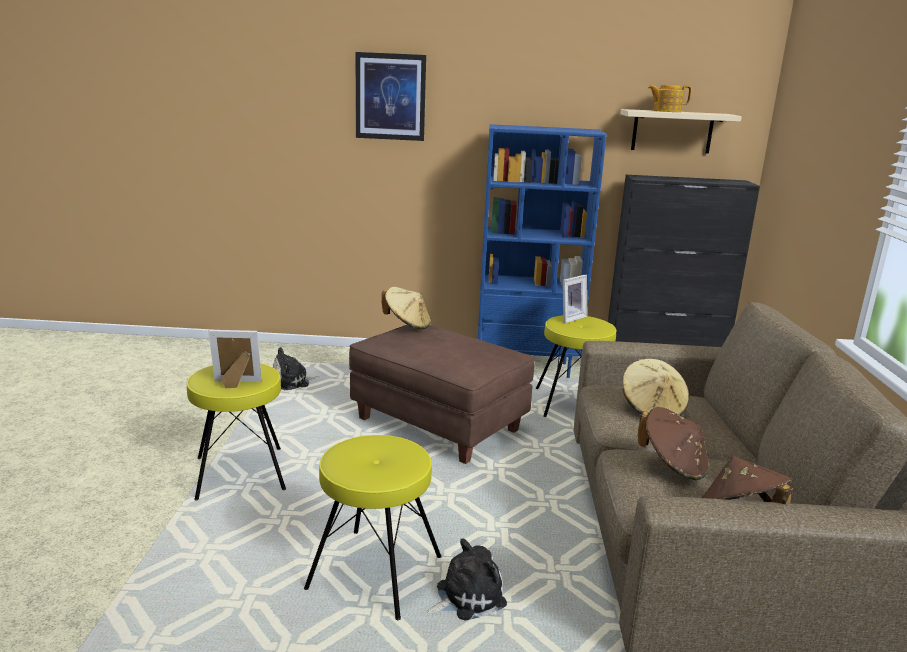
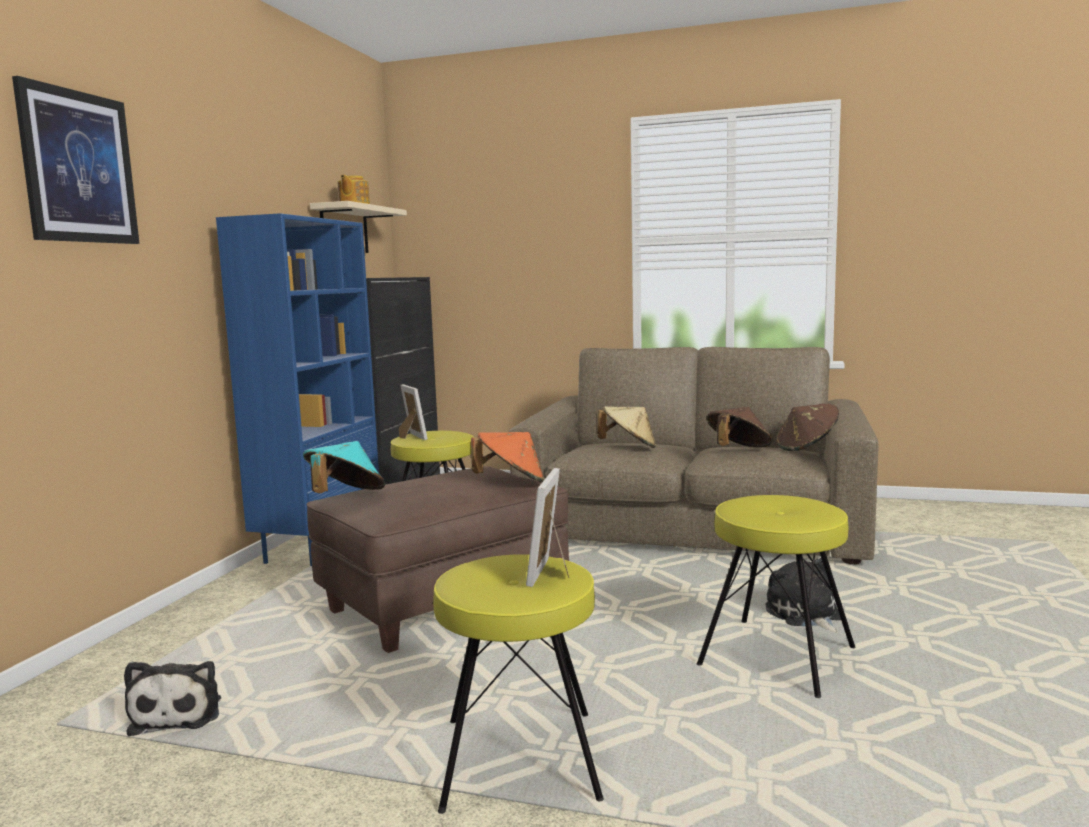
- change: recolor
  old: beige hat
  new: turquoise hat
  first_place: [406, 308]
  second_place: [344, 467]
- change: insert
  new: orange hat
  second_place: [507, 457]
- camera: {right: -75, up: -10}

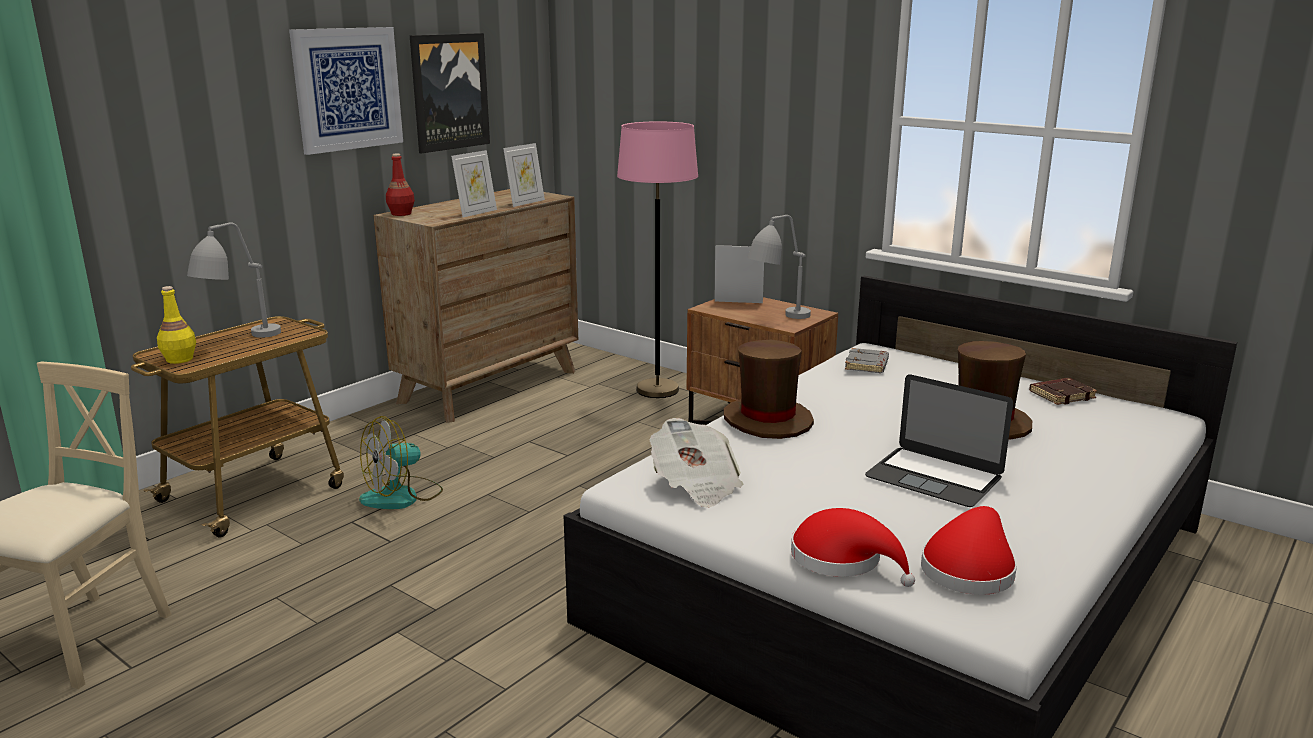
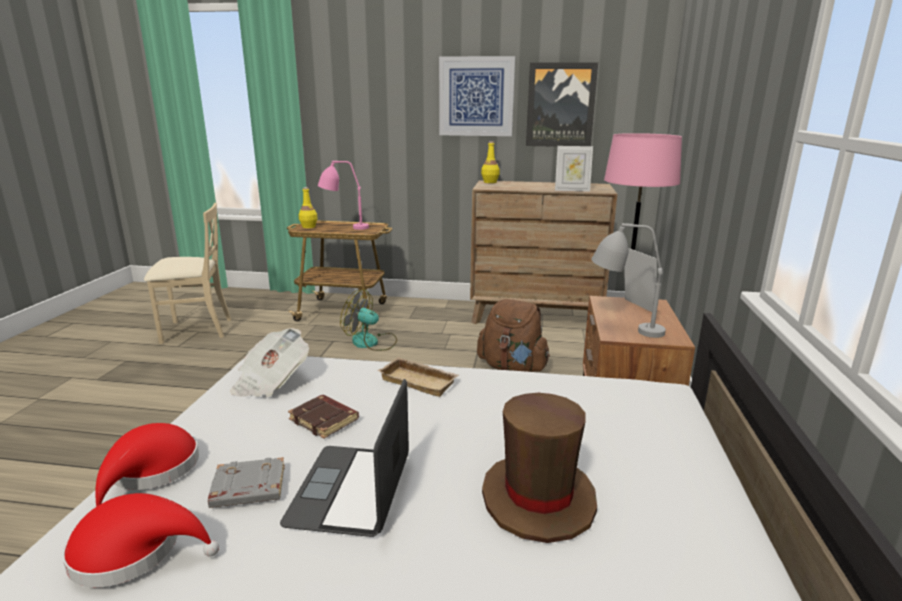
- change: recolor
  old: grey table lamp
  new: pink table lamp
  first_place: [234, 280]
  second_place: [343, 195]
- change: recolor
  old: red bottle
  new: yellow bottle
  first_place: [400, 185]
  second_place: [490, 162]
- change: delete
  old: picture frame
  first_place: [474, 183]
- change: replace
  old: brown hat
  new: beige tray
  first_place: [769, 389]
  second_place: [418, 377]
- change: move
  old: grey book
  first_place: [867, 360]
  second_place: [246, 482]
- change: move
  old: brown book
  first_place: [1063, 391]
  second_place: [323, 416]
- change: insert
  new: brown backpack
  second_place: [513, 335]
- camera: {right: 60, up: 0}

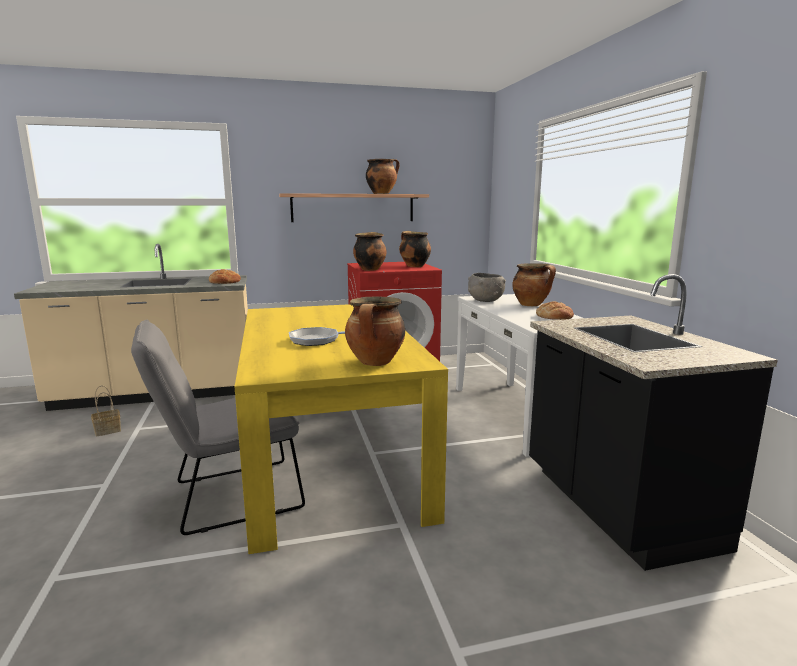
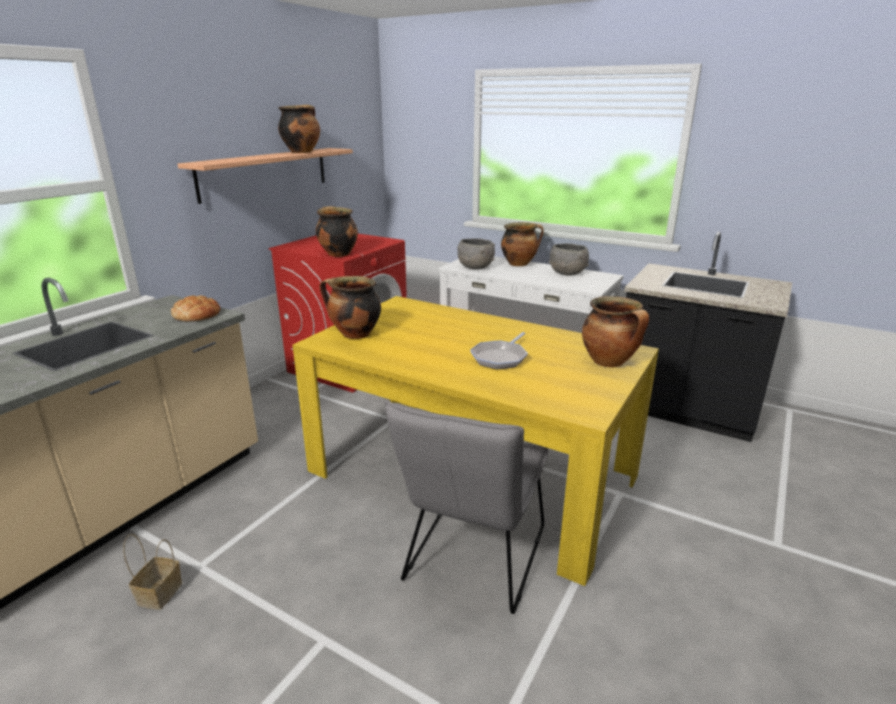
- change: move
  old: cooking pot
  first_place: [415, 249]
  second_place: [350, 307]
- change: replace
  old: bread
  new: grey bowl
  first_place: [555, 310]
  second_place: [569, 259]
- camera: {right: -45, up: 10}

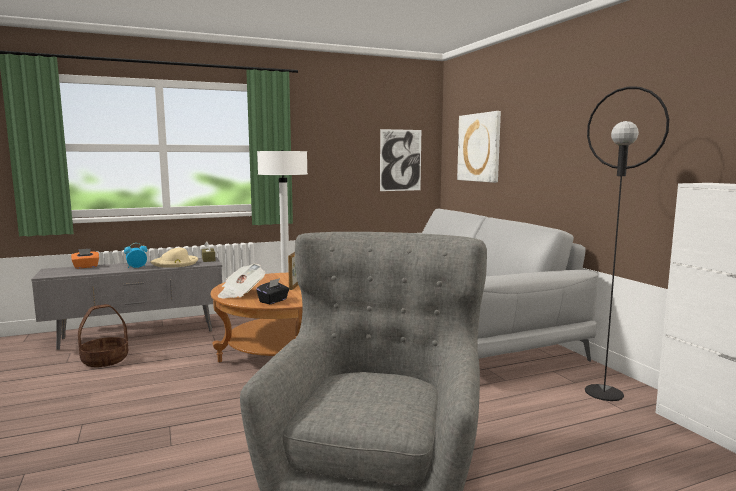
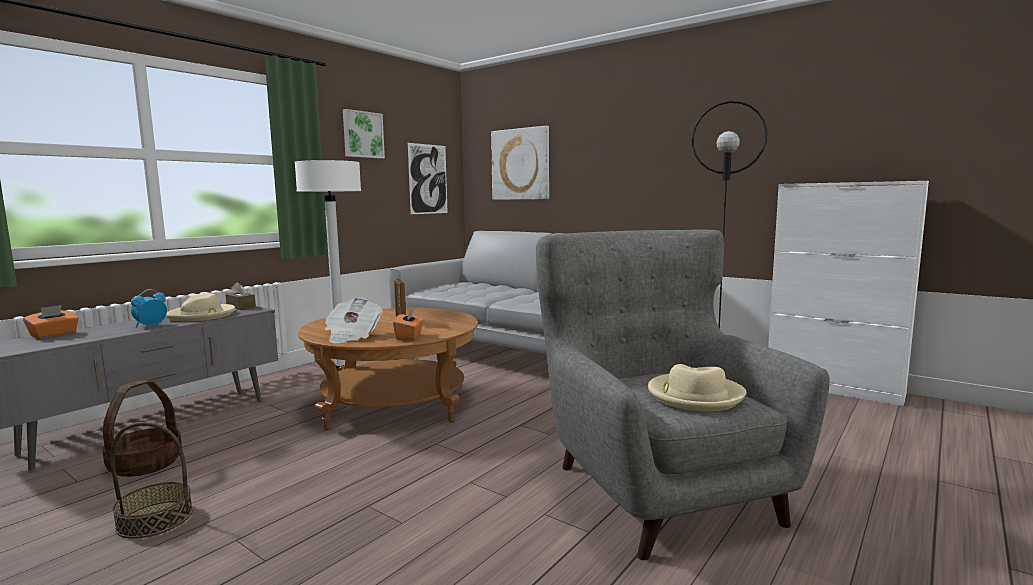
- change: recolor
  old: black tissue box
  new: orange tissue box
  first_place: [272, 291]
  second_place: [408, 324]
- change: insert
  new: basket
  second_place: [151, 480]
- change: insert
  new: picture
  second_place: [364, 134]
- change: insert
  new: beige hat
  second_place: [697, 387]
- camera: {right: -30, up: 0}

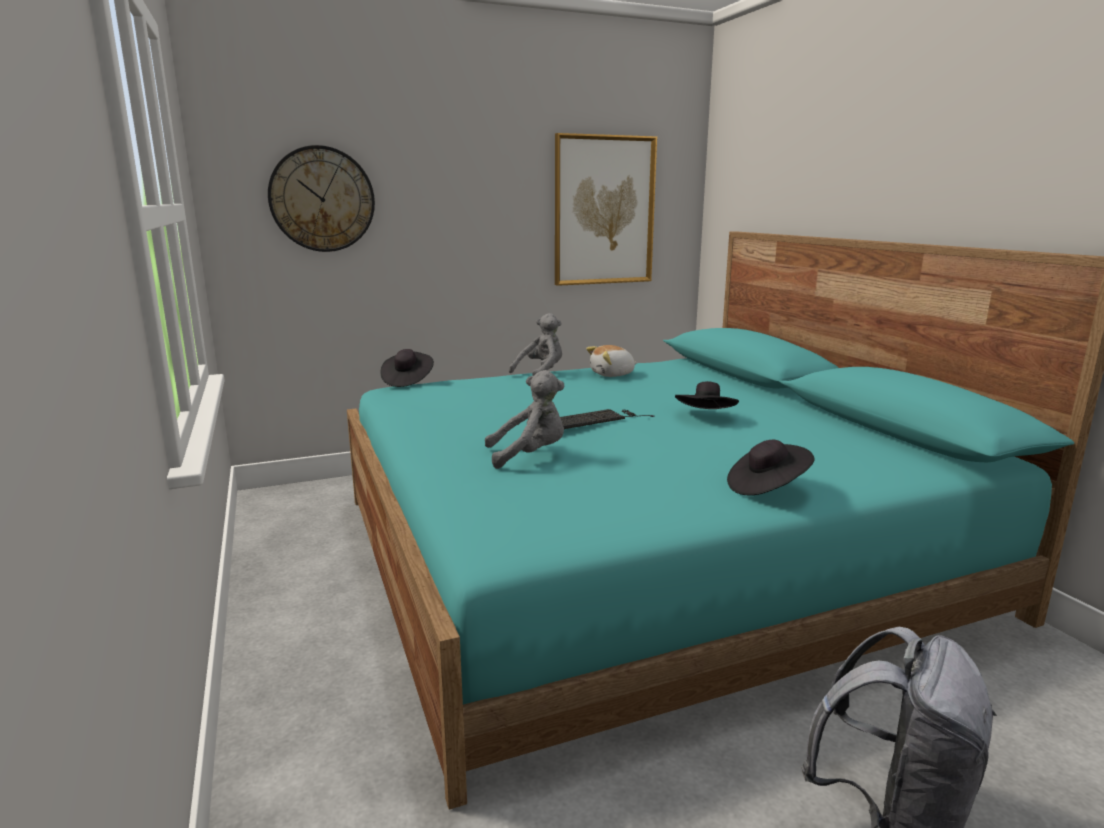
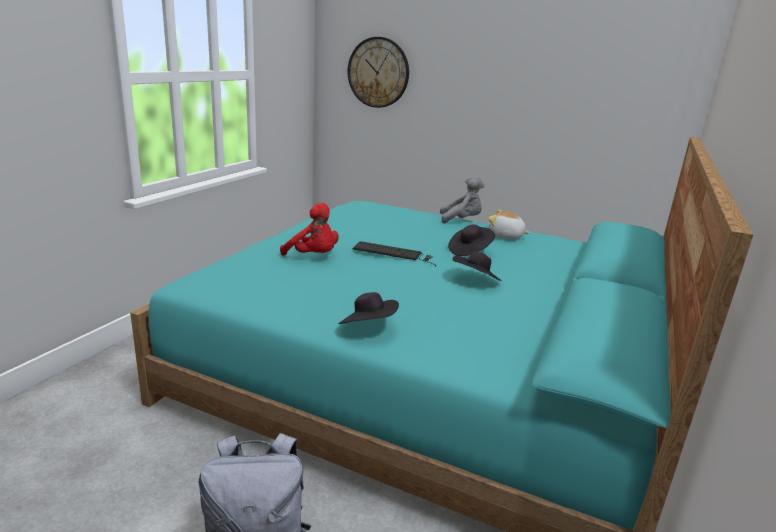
- change: move
  old: black hat
  first_place: [407, 368]
  second_place: [471, 240]
- change: recolor
  old: grey plush toy
  new: red plush toy
  first_place: [524, 419]
  second_place: [309, 229]
- change: delete
  old: picture
  first_place: [606, 209]
- camera: {right: 45, up: 5}

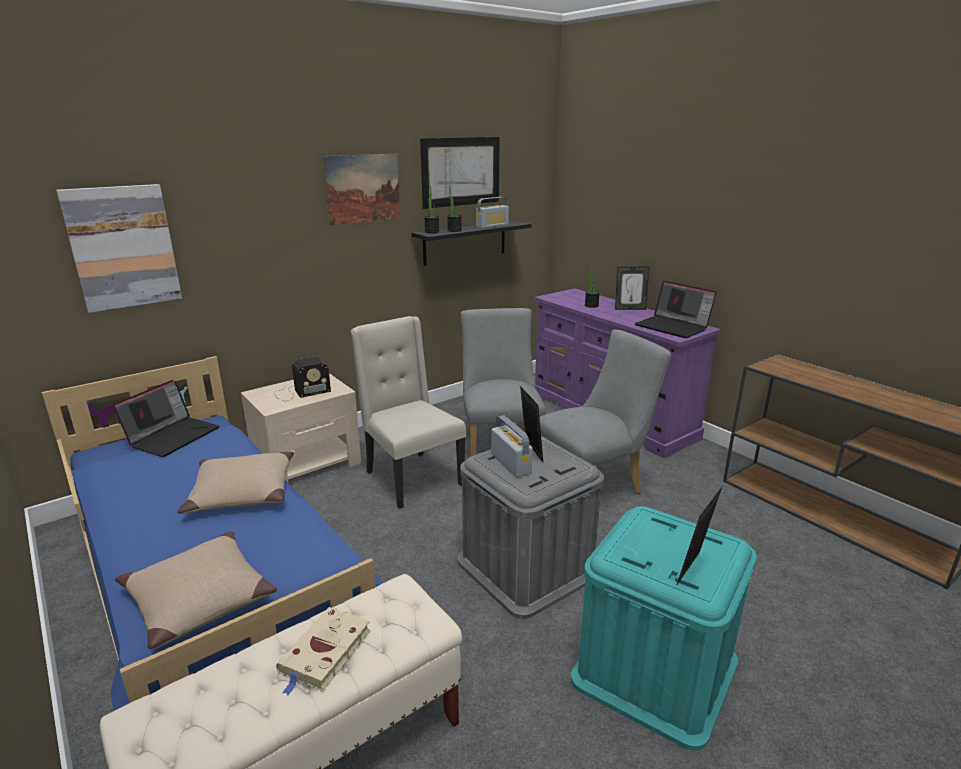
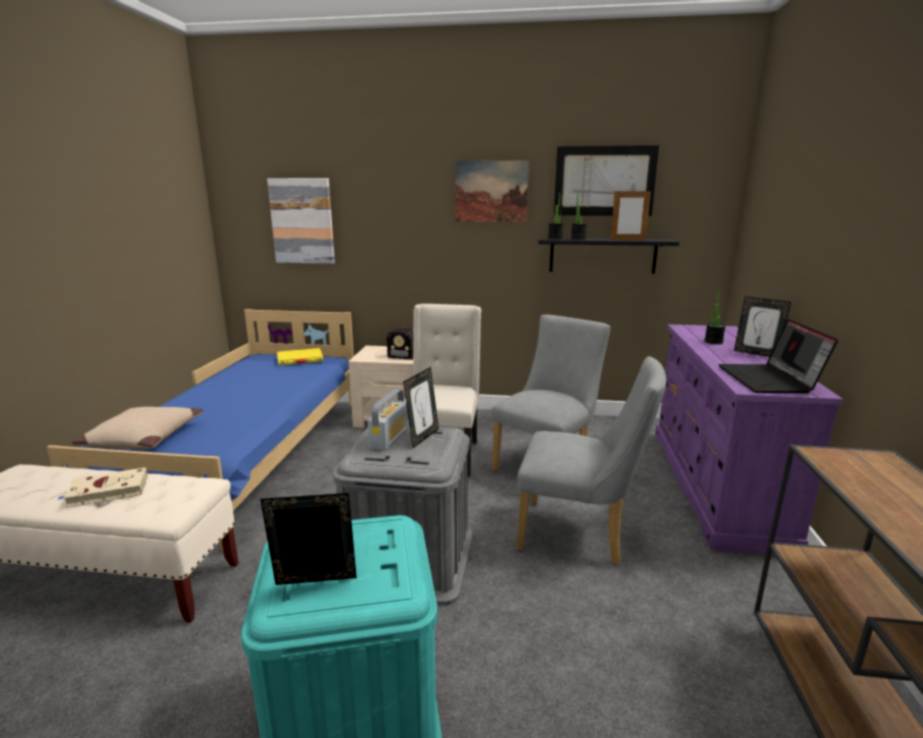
- change: replace
  old: laptop
  new: yellow book
  first_place: [166, 418]
  second_place: [300, 356]
- change: delete
  old: beige pillow
  first_place: [235, 483]
- change: replace
  old: radio
  new: picture frame
  first_place: [492, 213]
  second_place: [631, 215]
- camera: {right: 45, up: -5}

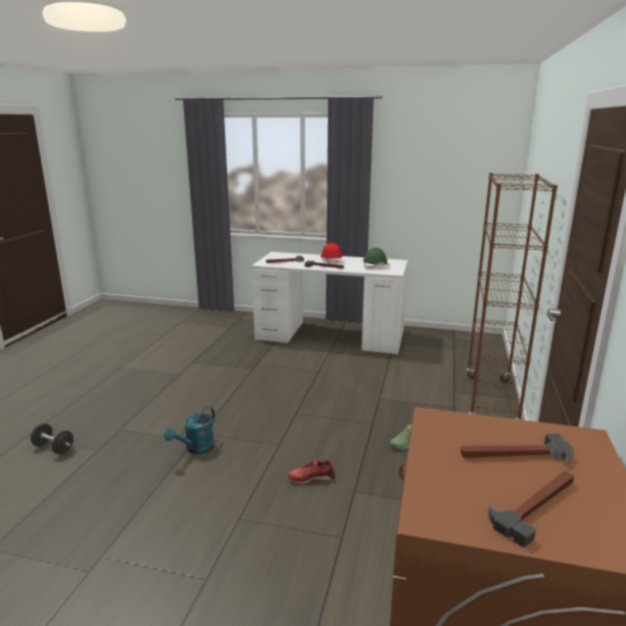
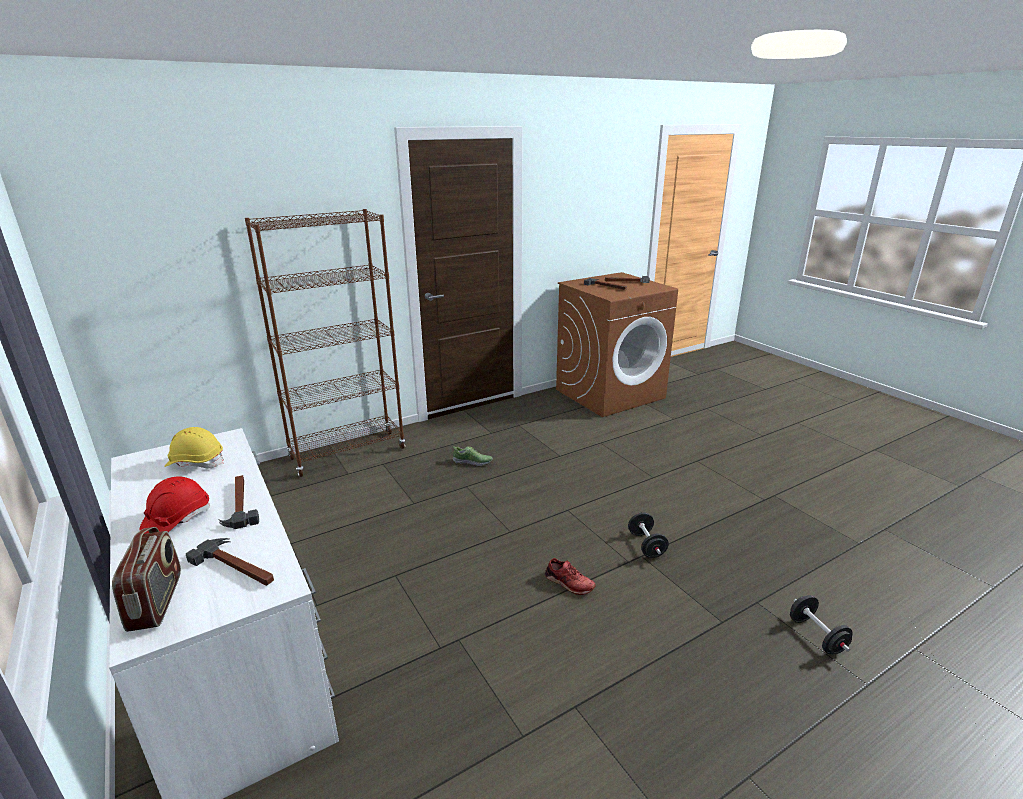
- change: replace
  old: turquoise watering can
  new: black dumbbell
  first_place: [189, 430]
  second_place: [648, 535]
- change: move
  old: red shoe
  first_place: [311, 472]
  second_place: [570, 576]
- change: recolor
  old: green hard hat
  new: yellow hard hat
  first_place: [376, 258]
  second_place: [194, 447]
- change: insert
  new: radio
  second_place: [146, 579]
- camera: {right: -135, up: 5}

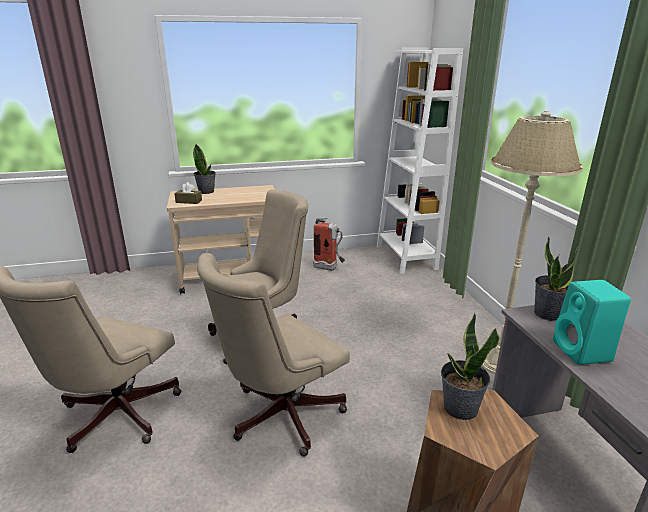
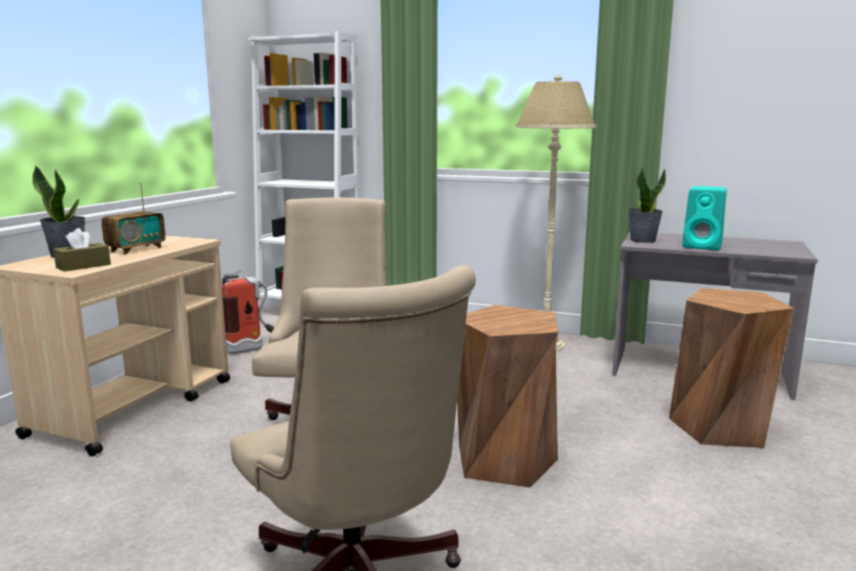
- change: replace
  old: beige office chair
  new: brown stool
  first_place: [273, 355]
  second_place: [507, 396]
- change: delete
  old: potted plant
  first_place: [470, 366]
- change: insert
  new: radio
  second_place: [133, 219]
- camera: {right: -55, up: -10}

